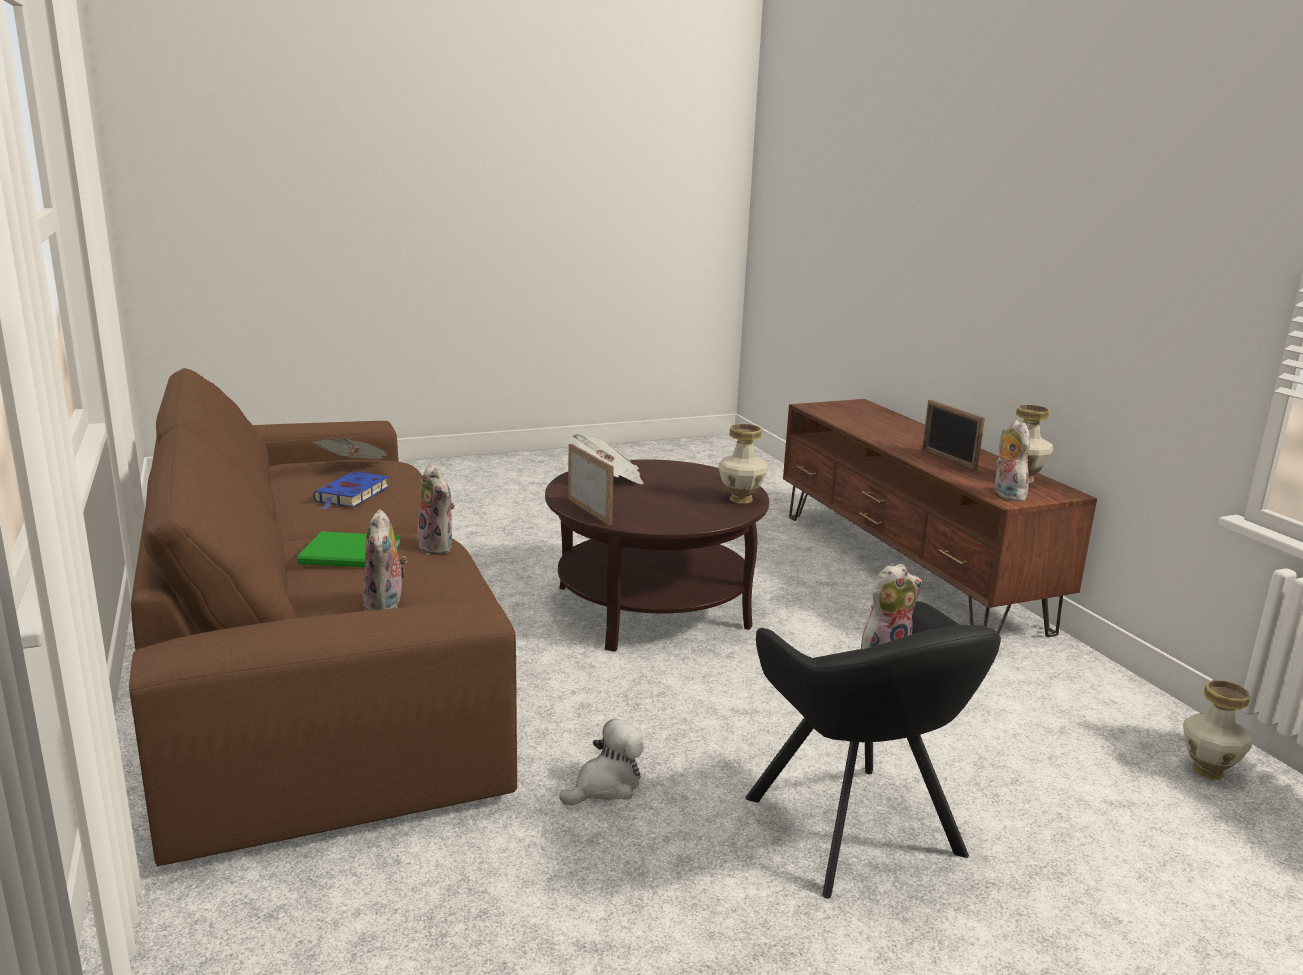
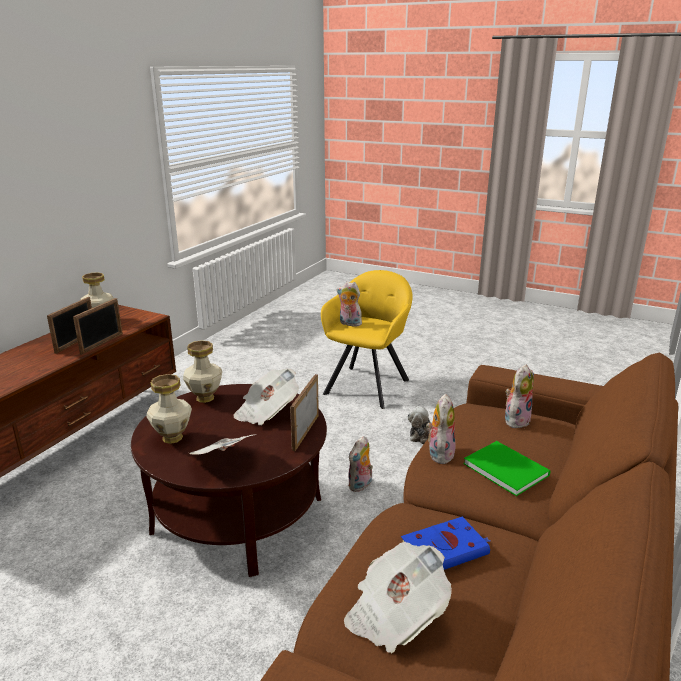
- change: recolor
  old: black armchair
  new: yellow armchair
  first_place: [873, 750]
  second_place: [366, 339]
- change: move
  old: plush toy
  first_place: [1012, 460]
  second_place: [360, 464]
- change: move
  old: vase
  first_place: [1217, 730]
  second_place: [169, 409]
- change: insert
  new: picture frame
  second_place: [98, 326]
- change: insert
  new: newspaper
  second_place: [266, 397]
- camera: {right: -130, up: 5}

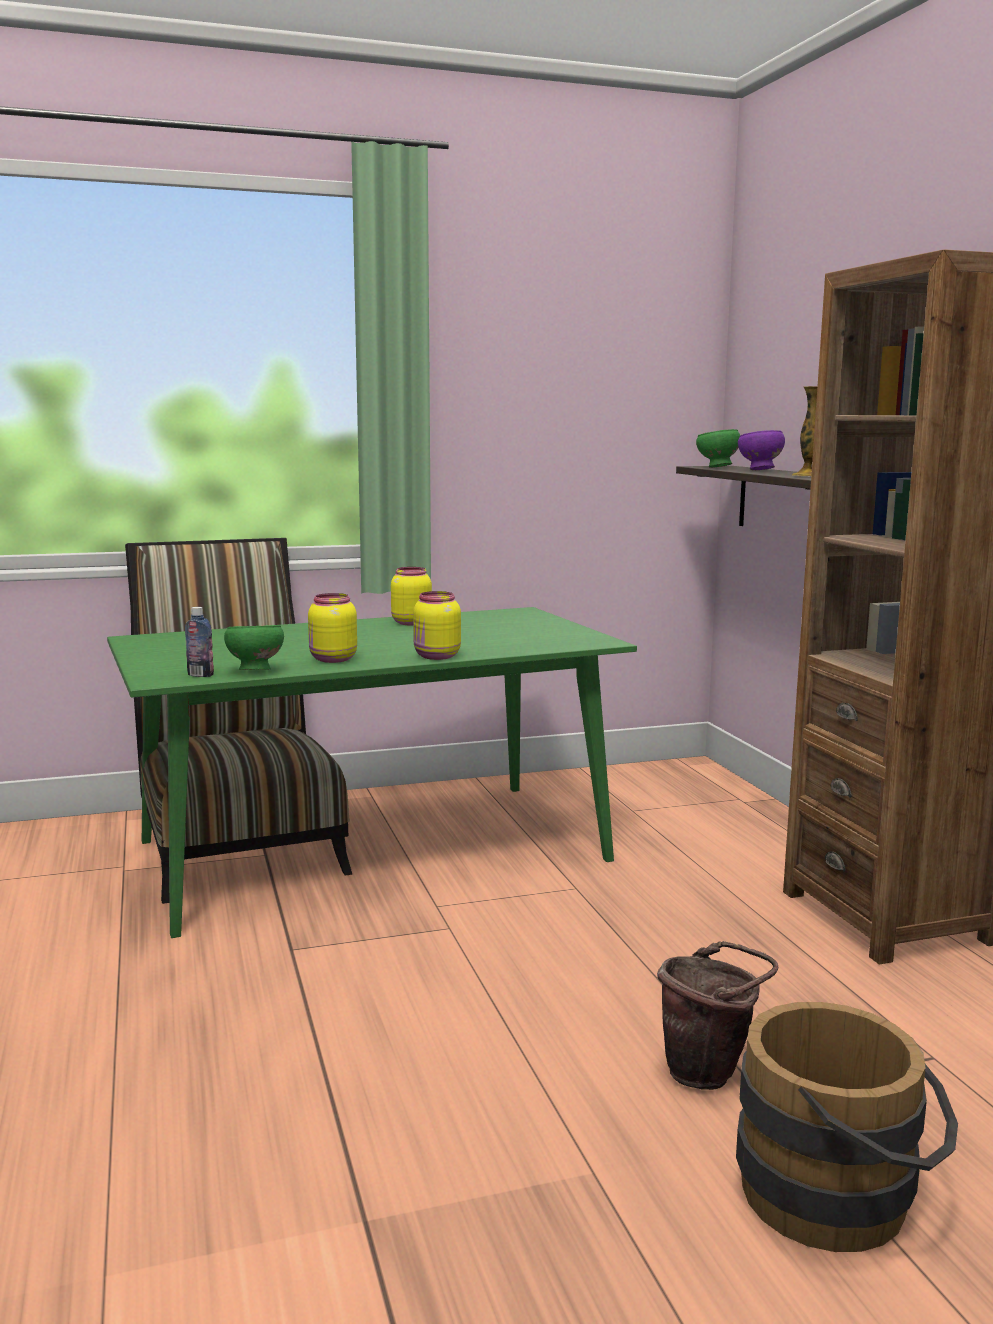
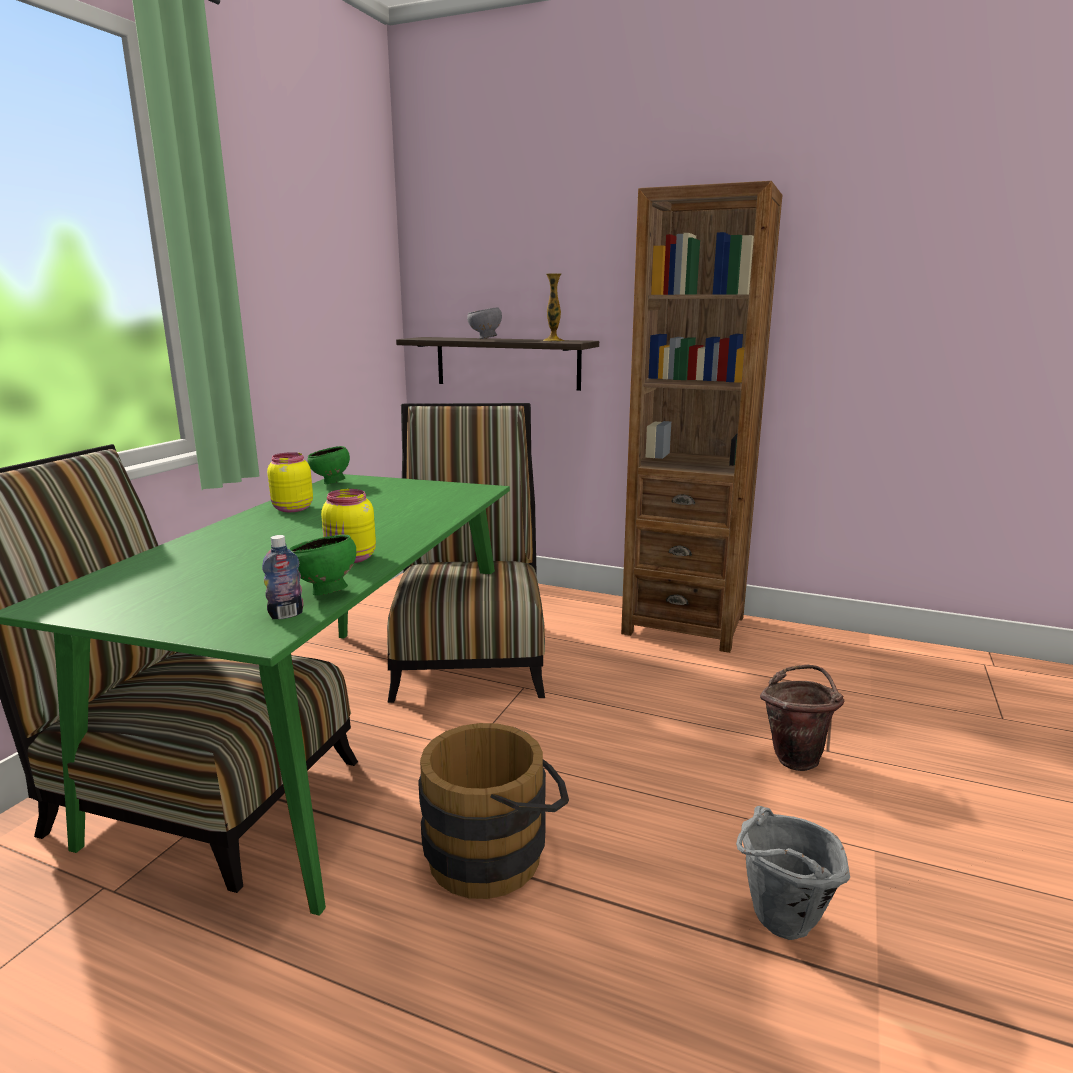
- change: delete
  old: yellow jar
  first_place: [437, 625]
- change: move
  old: green bowl
  first_place: [718, 448]
  second_place: [328, 465]
- change: move
  old: brown bucket
  first_place: [847, 1127]
  second_place: [493, 811]
- change: recolor
  old: purple bowl
  new: grey bowl
  first_place: [761, 450]
  second_place: [484, 323]
- change: insert
  new: chair
  second_place: [466, 553]
- change: insert
  new: grey bucket
  second_place: [793, 873]
- camera: {right: -50, up: 5}

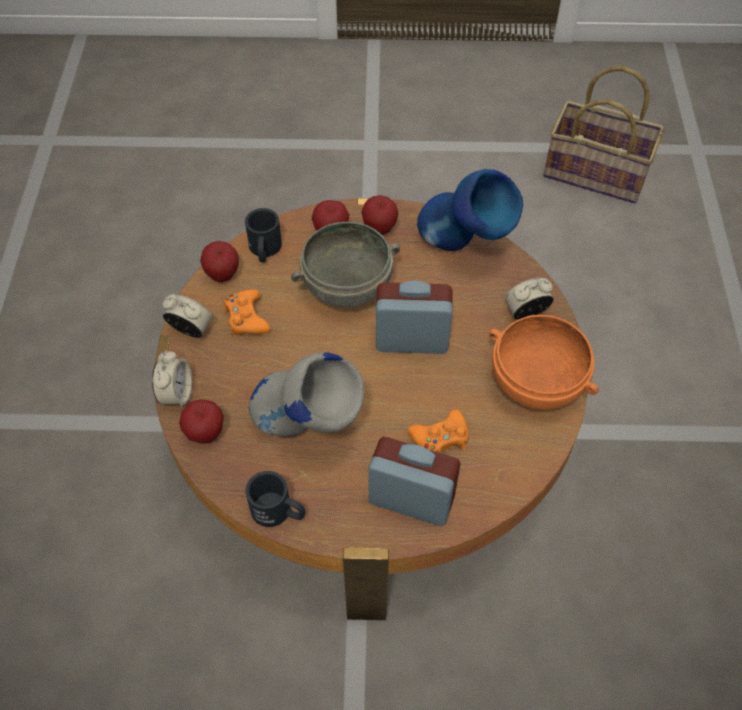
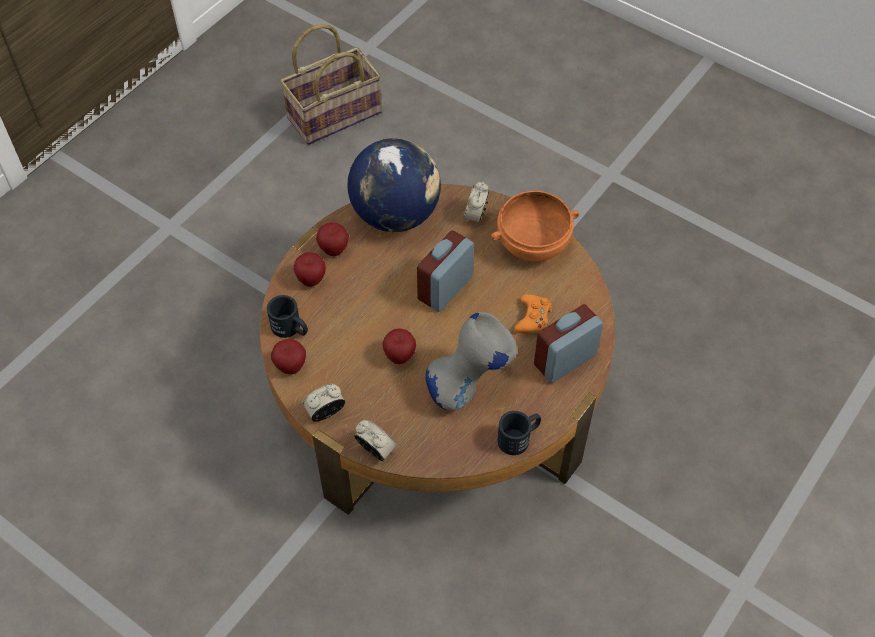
- change: move
  old: apple
  first_place: [201, 421]
  second_place: [399, 346]
- change: delete
  old: orange game controller
  first_place: [247, 312]
- change: delete
  old: grey bowl
  first_place: [345, 264]
- change: replace
  old: blue vase
  new: globe
  first_place: [470, 210]
  second_place: [394, 185]
- camera: {right: -55, up: 0}

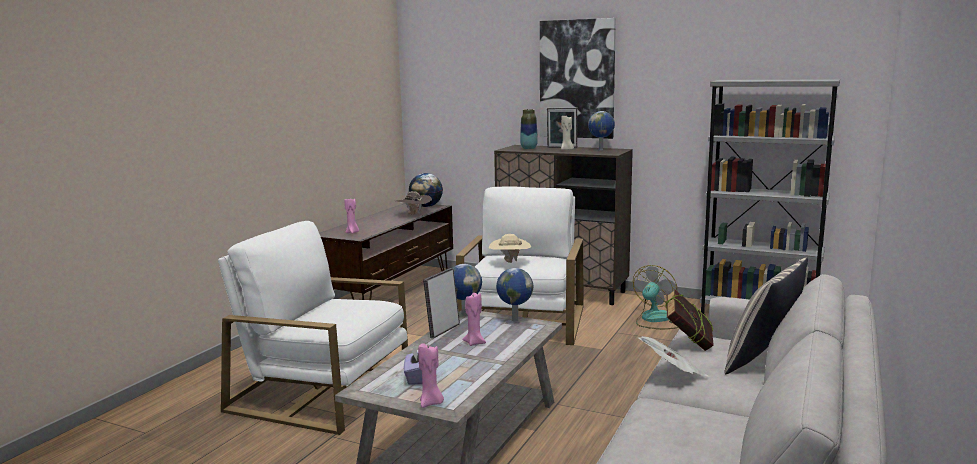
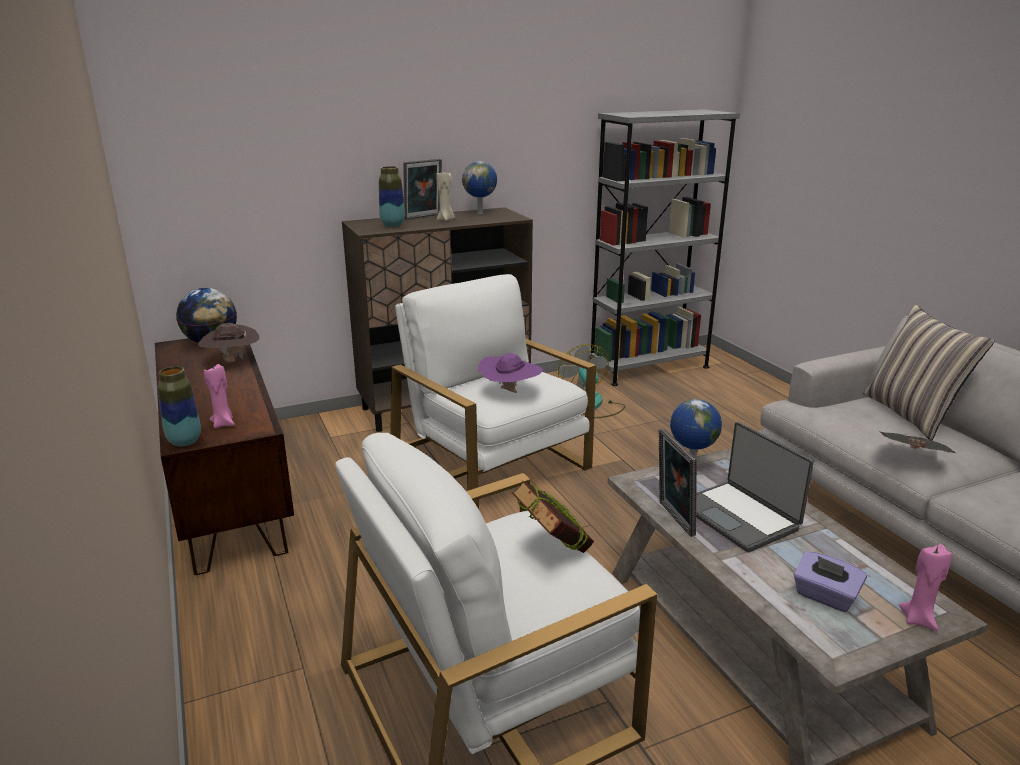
- change: delete
  old: globe
  first_place: [467, 290]
- change: replace
  old: pink candle
  new: laptop
  first_place: [474, 319]
  second_place: [755, 487]
- change: recolor
  old: beige hat
  new: purple hat
  first_place: [510, 248]
  second_place: [510, 373]
- change: delete
  old: picture
  first_place: [578, 78]
- change: move
  old: book
  first_place: [689, 320]
  second_place: [553, 517]
- change: insert
  new: vase
  second_place: [179, 406]
- camera: {right: -50, up: 10}

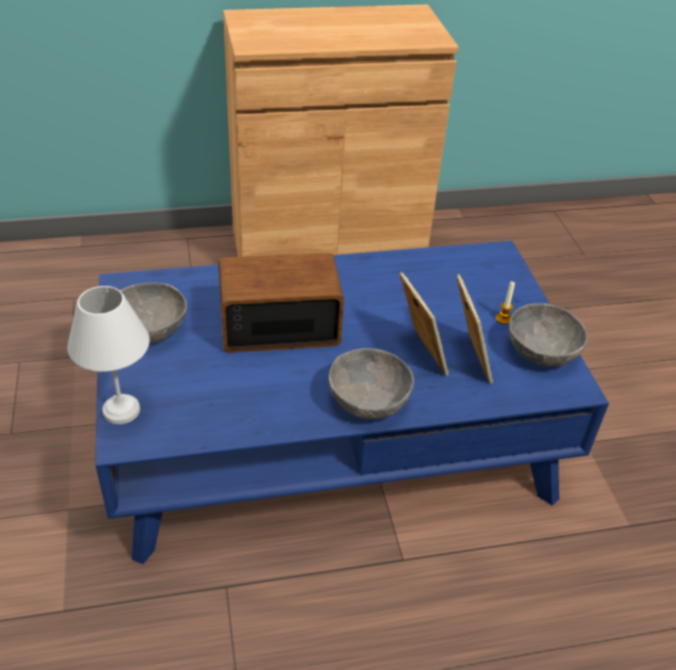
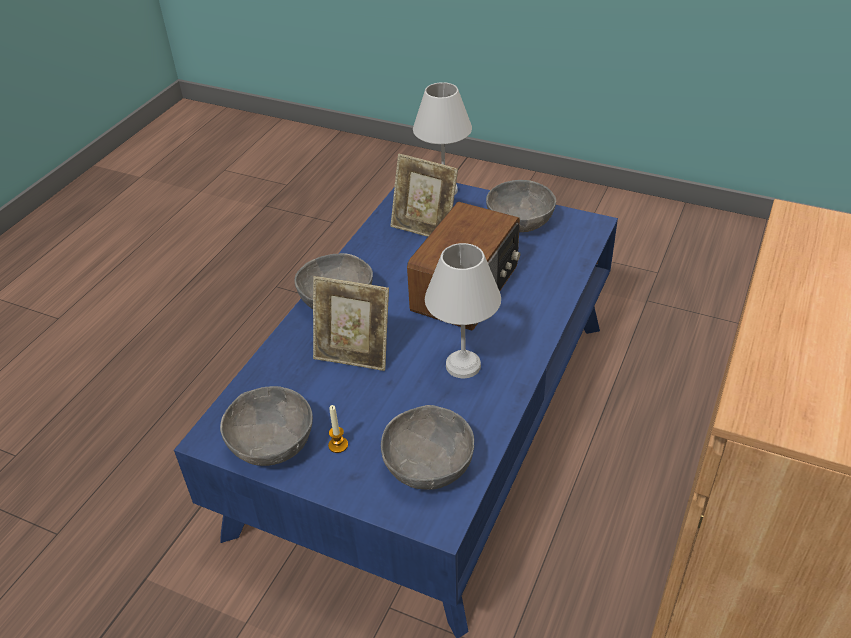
- change: move
  old: picture frame
  first_place: [475, 329]
  second_place: [424, 195]
- change: insert
  new: grey bowl
  second_place: [427, 447]
- change: insert
  new: white table lamp
  second_place: [463, 310]
- camera: {right: 130, up: 0}

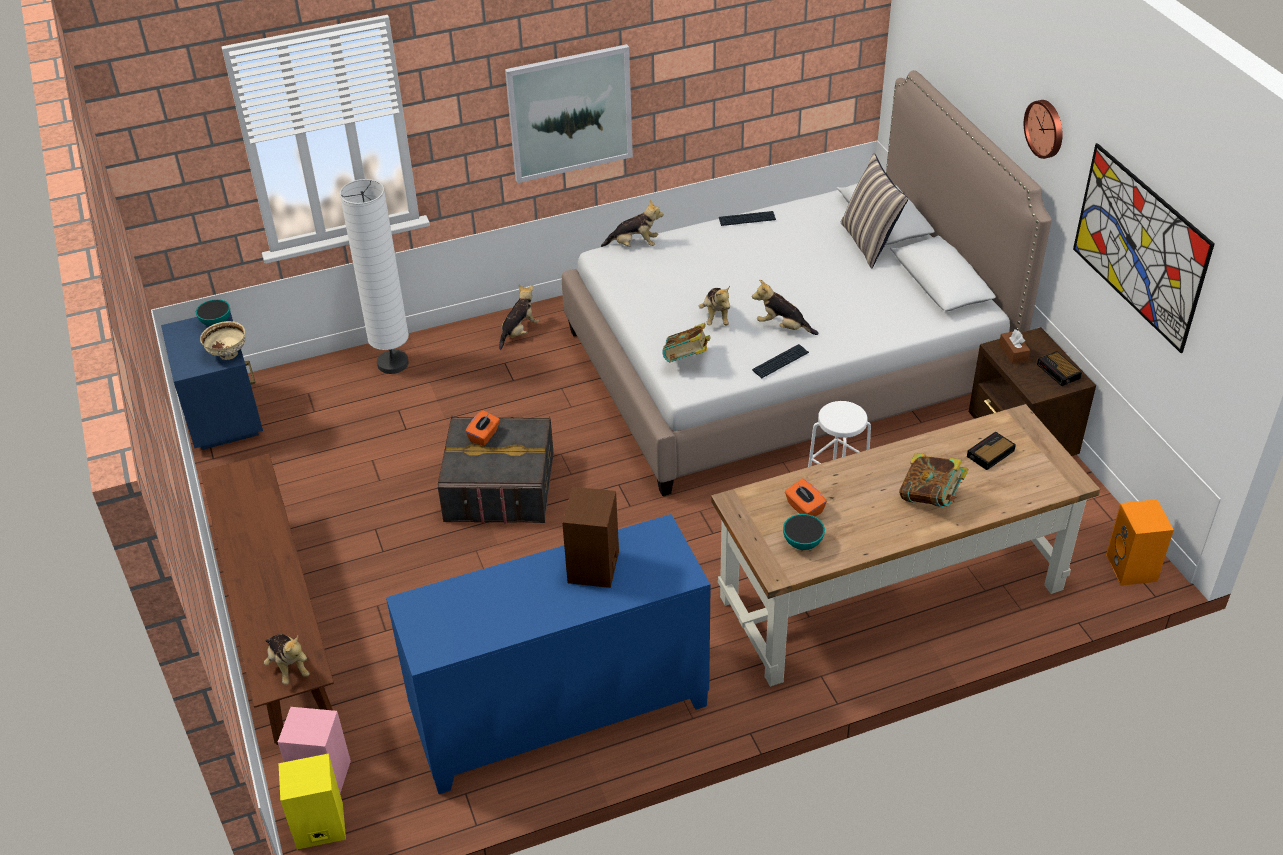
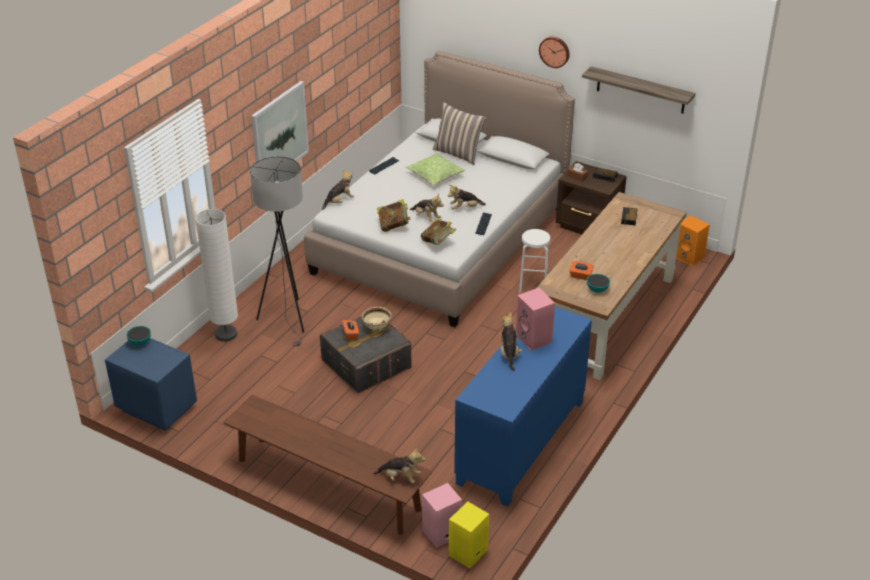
- change: move
  old: beige bowl
  first_place: [222, 340]
  second_place: [376, 319]
- change: move
  old: plush toy
  first_place: [519, 317]
  second_place: [511, 341]
- change: recolor
  old: brown speaker
  new: pink speaker
  first_place: [590, 537]
  second_place: [535, 319]
- change: move
  old: book
  first_place: [934, 480]
  second_place: [394, 215]
- change: replace
  old: picture
  new: shelf
  first_place: [1144, 248]
  second_place: [639, 90]
- change: insert
  new: grey floor lamp
  second_place: [277, 251]
- change: insert
  new: pillow
  second_place: [435, 169]
- camera: {right: -40, up: -5}

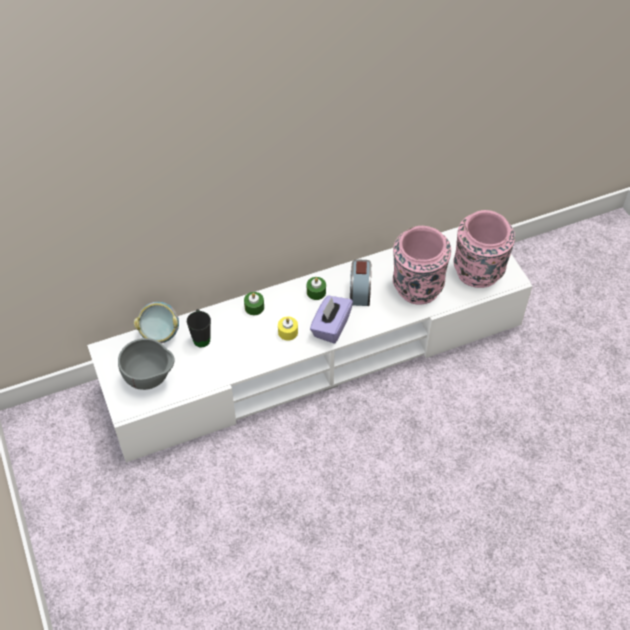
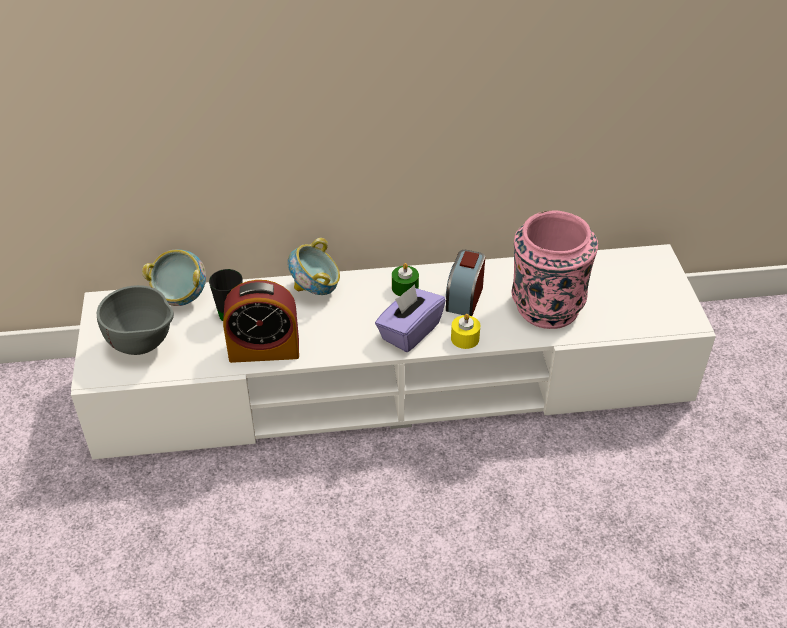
- change: replace
  old: green candle
  new: bowl
  first_place: [254, 303]
  second_place: [314, 266]
- change: move
  old: yellow candle
  first_place: [288, 328]
  second_place: [466, 331]
- change: delete
  old: pink vase
  first_place: [484, 249]
- change: insert
  new: alarm clock
  second_place: [261, 321]
- camera: {right: 15, up: -10}

